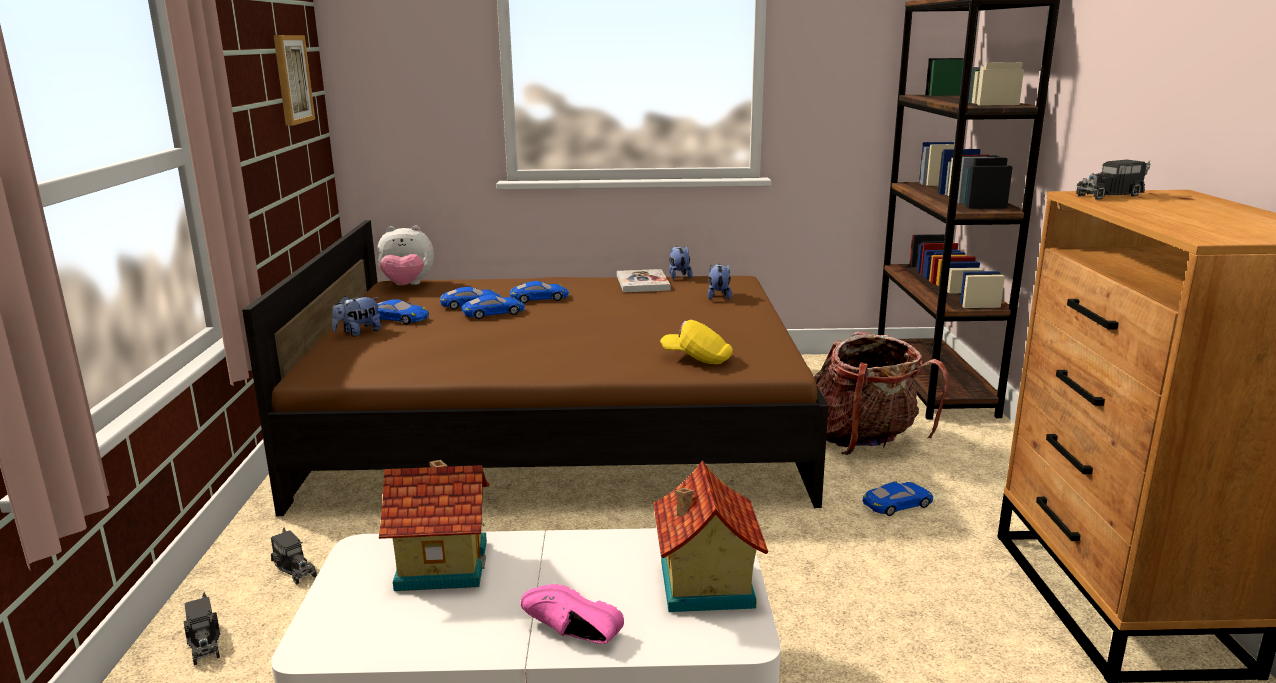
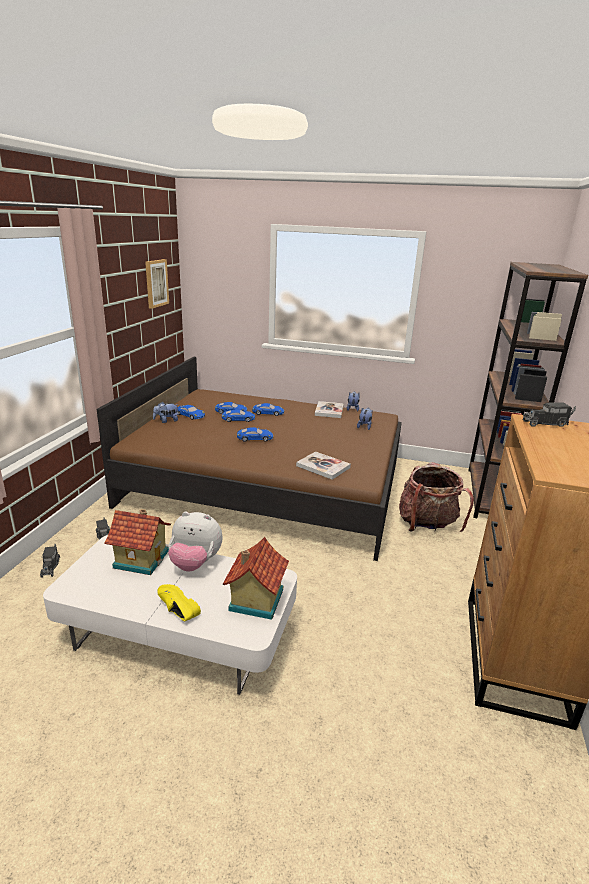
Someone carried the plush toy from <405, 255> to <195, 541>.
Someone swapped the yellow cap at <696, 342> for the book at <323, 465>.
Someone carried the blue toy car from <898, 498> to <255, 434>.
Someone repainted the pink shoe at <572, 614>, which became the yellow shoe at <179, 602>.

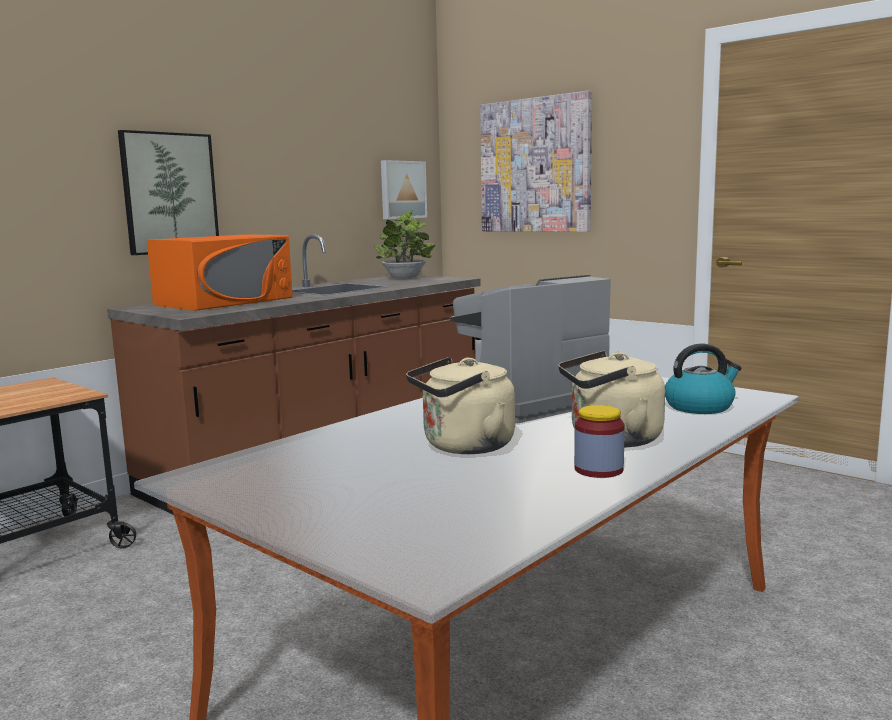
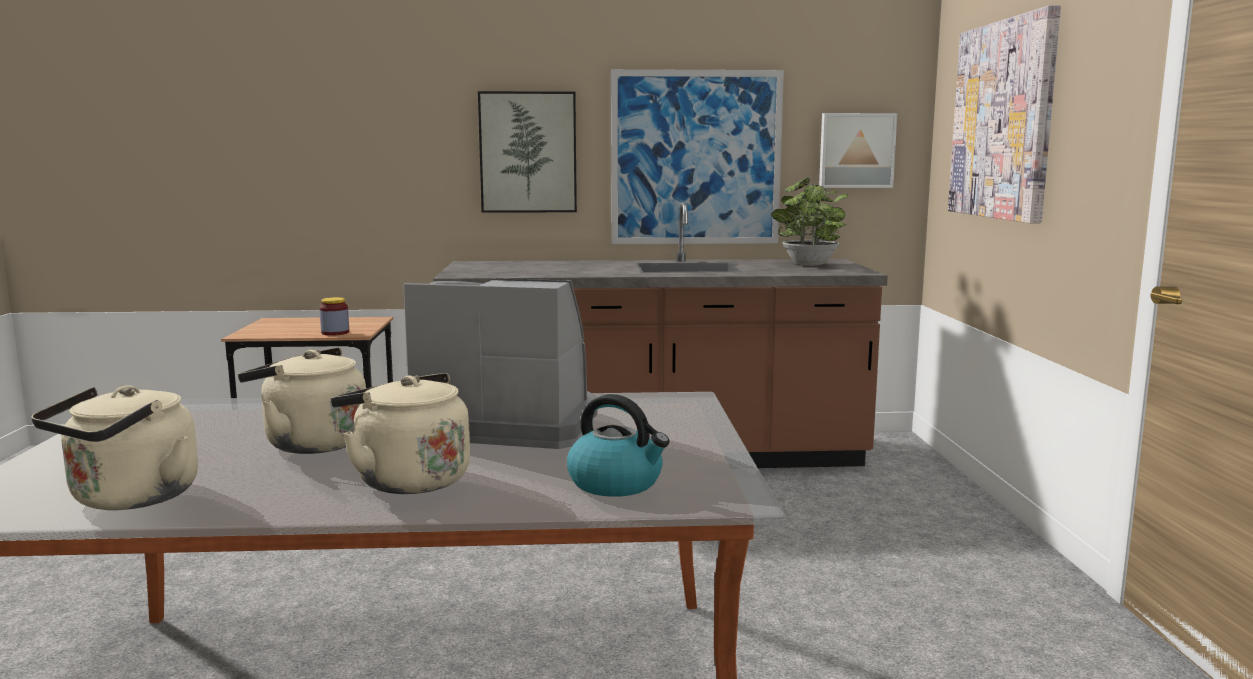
Someone took away the orange microwave at <220, 272>.
Someone carried the jar from <599, 441> to <334, 316>.
Someone put up the picture at <697, 156>.
Someone put down the beige kettle at <114, 447>.

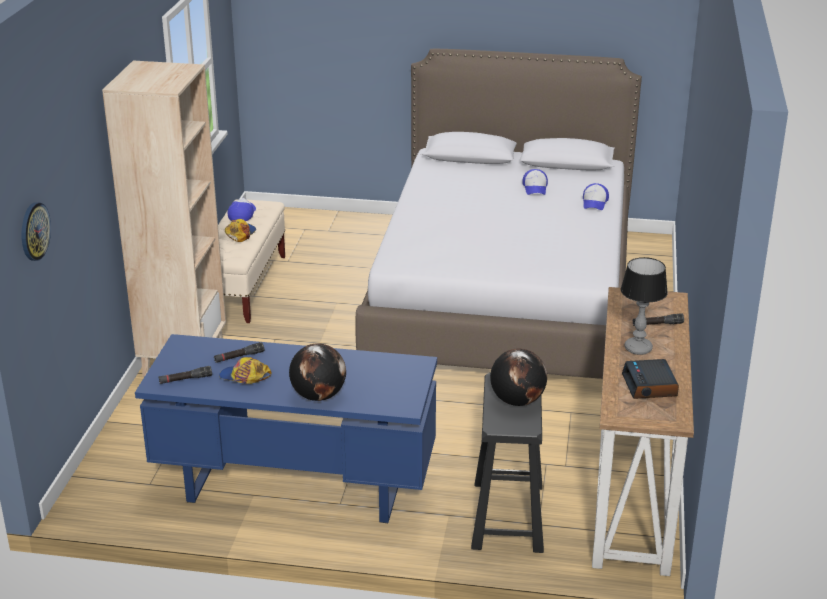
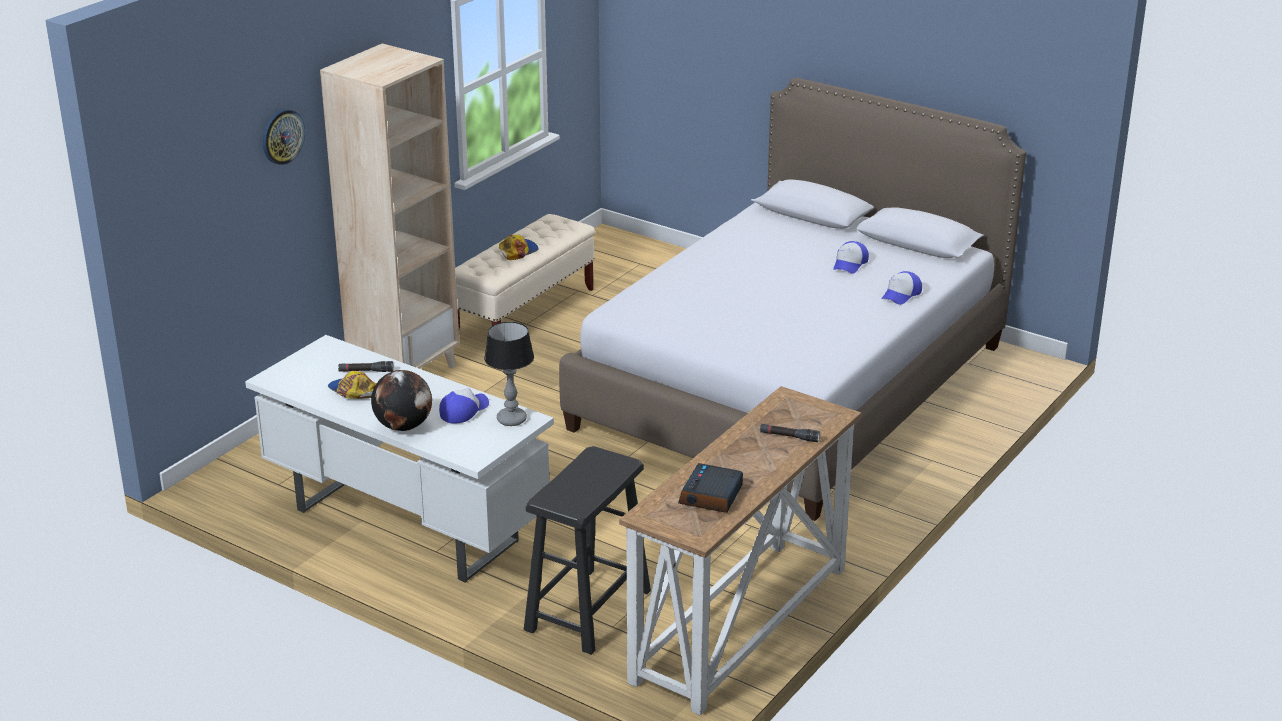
Someone carried the cap from <242, 209> to <464, 406>.
Someone carried the wall clock from <36, 231> to <284, 137>.
Someone carried the table lamp from <644, 306> to <509, 374>.
Someone repainted the blue desk at <286, 428>, which became the white desk at <399, 459>.
Someone took away the globe at <518, 377>.
Someone took away the black flashlight at <185, 375>.

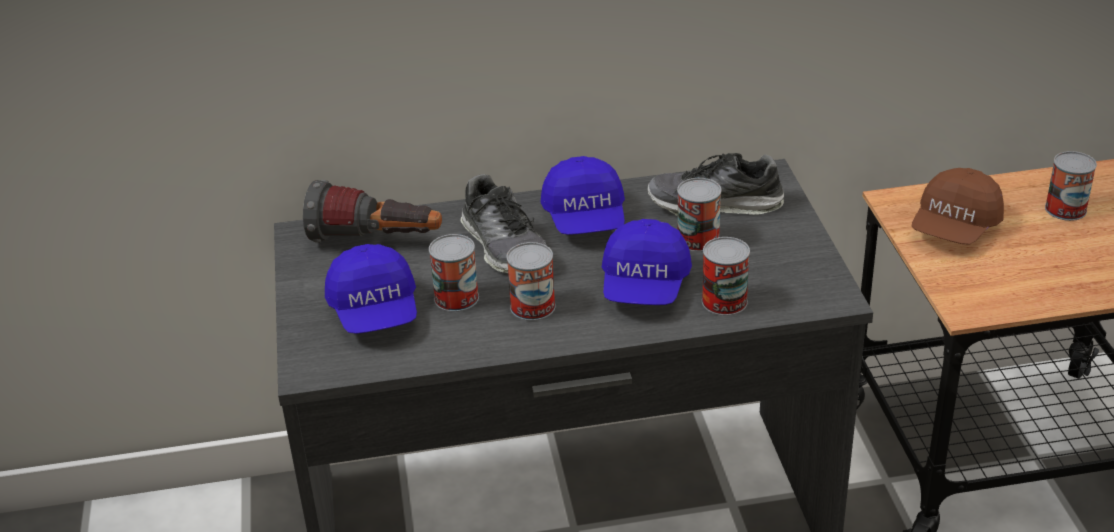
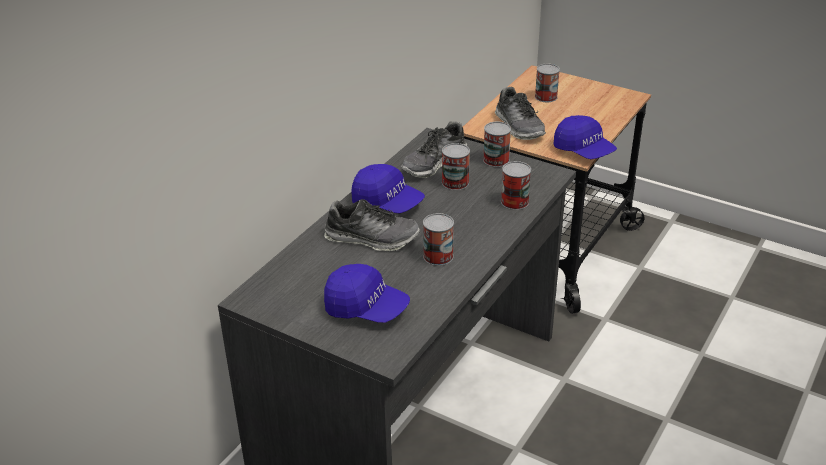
Someone swapped the brown cap at <958, 206> for the shoe at <520, 113>.
Someone took away the flashlight at <372, 211>.
Someone carried the blue cap from <647, 262> to <585, 137>.
Someone carried the can from <454, 273> to <497, 144>.

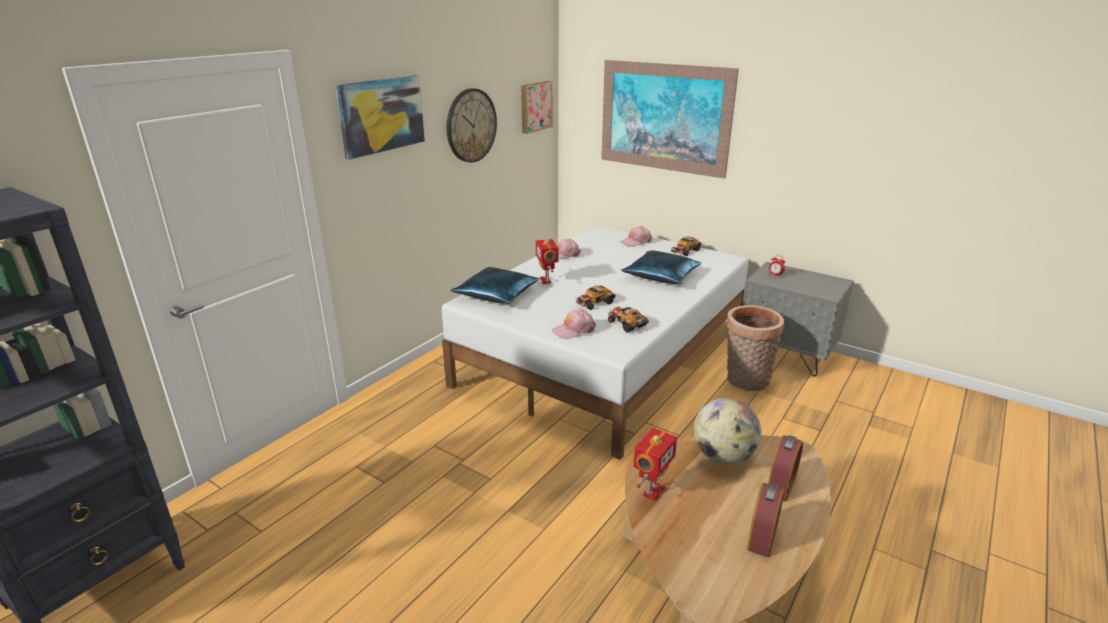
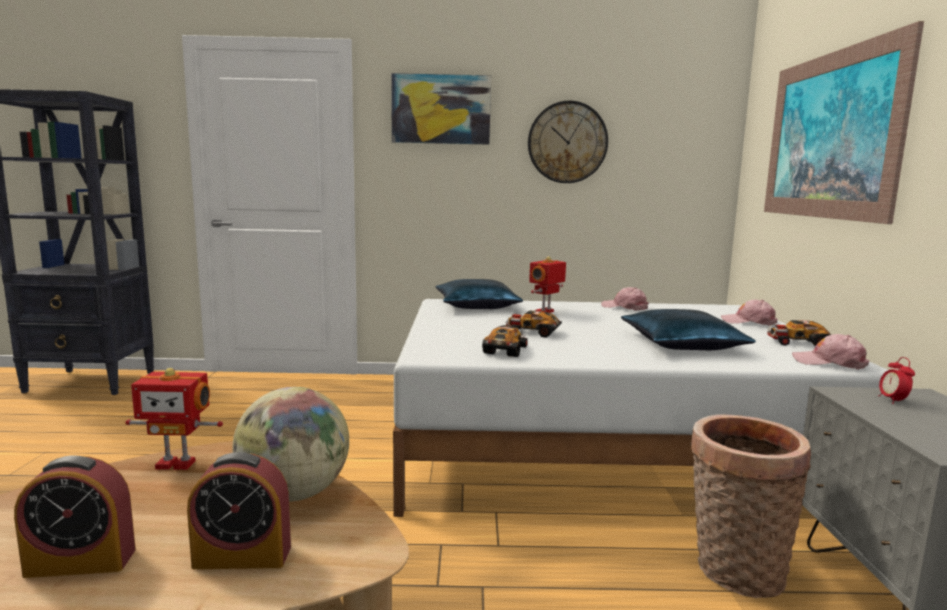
Someone took away the picture at <536, 107>.
Someone carried the pink cap from <574, 324> to <830, 352>.

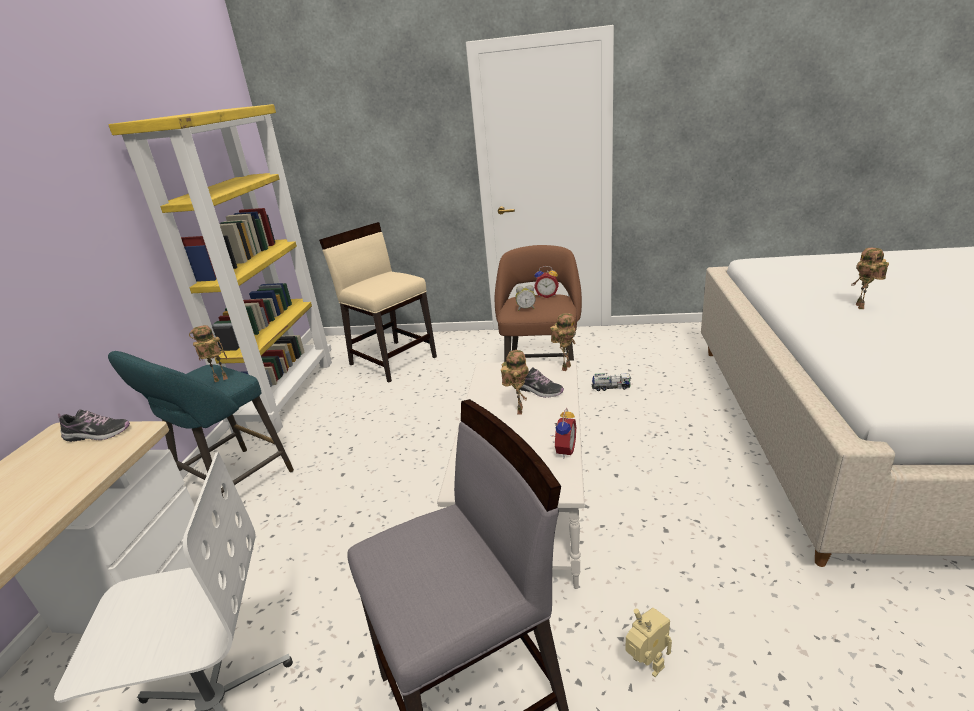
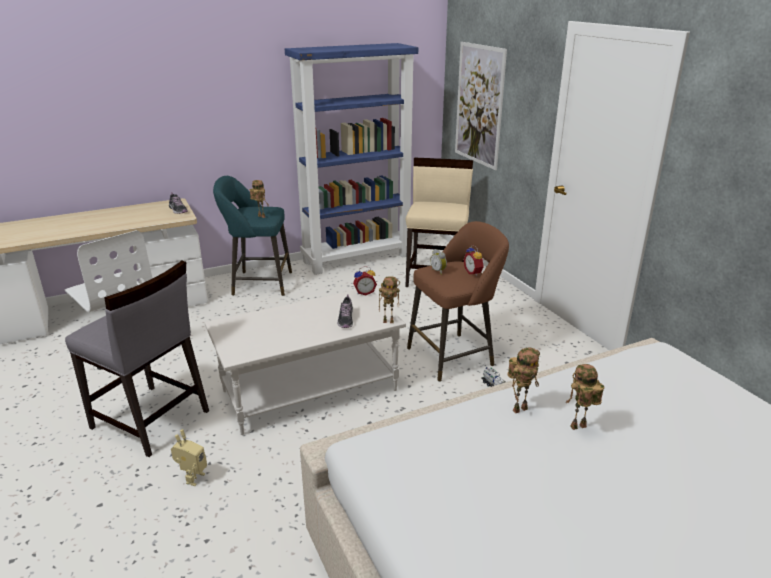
Someone repainted the yellow bookcase at <220, 269>, which became the blue bookcase at <351, 159>.
Someone carried the toy robot from <515, 382> to <524, 380>.
Someone carried the alarm clock from <564, 433> to <365, 280>.
Someone put up the picture at <481, 106>.

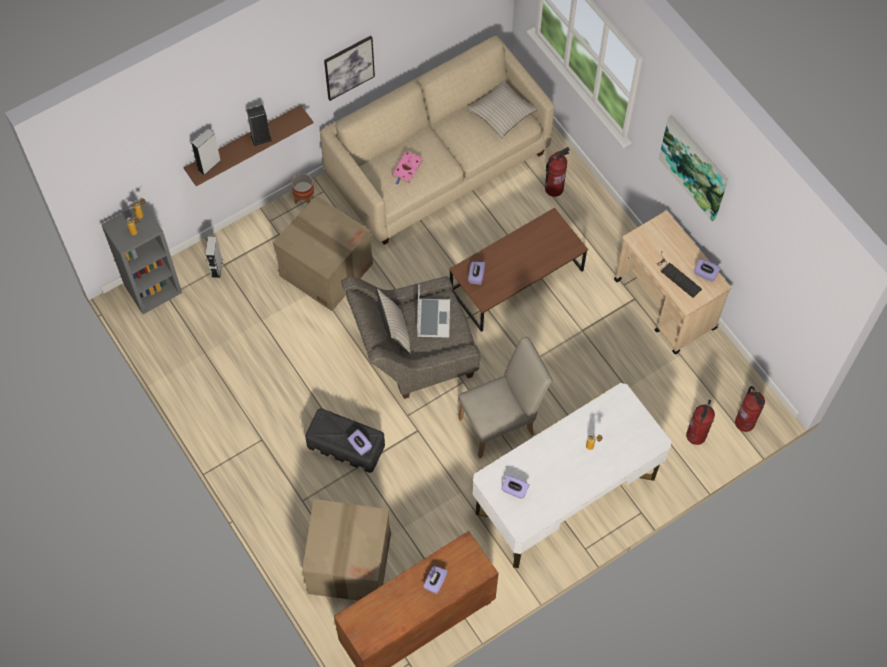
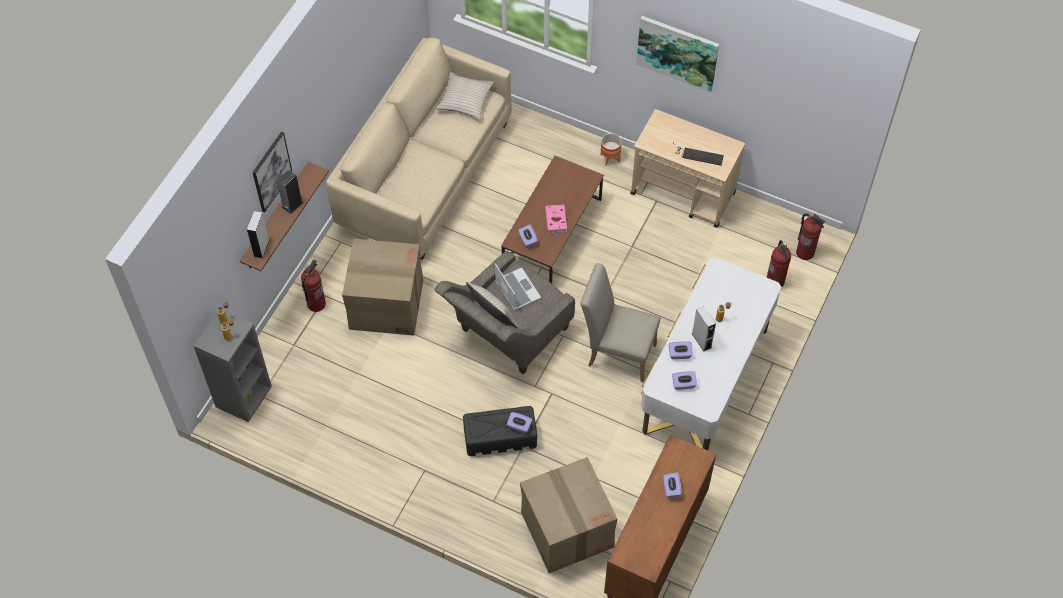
Someone carried the picture from <349, 68> to <272, 172>.
Someone carried the fire extinguisher from <557, 172> to <313, 286>.
Someone carried the pink book from <407, 167> to <556, 221>.
Someone carried the planter from <302, 188> to <611, 149>.
Someone carried the grey speaker from <214, 257> to <704, 329>.
Someone carried the purple tissue box from <707, 270> to <681, 350>.
Someone rotated the beige chair at <505, 397> by 105 degrees counterclockwise.

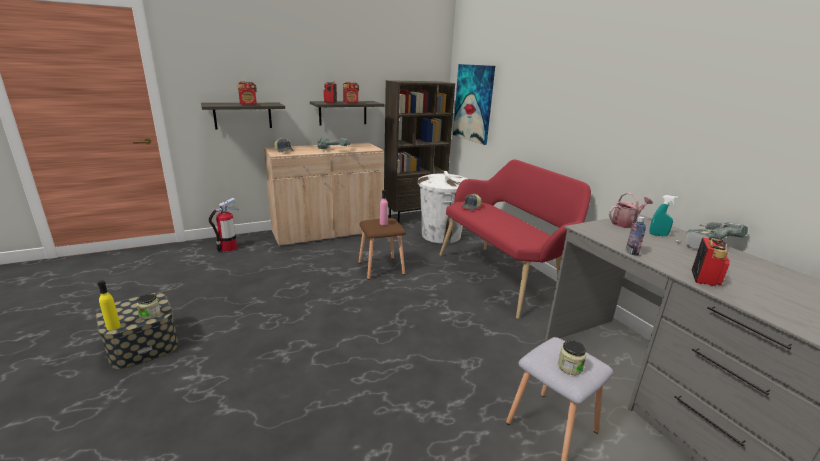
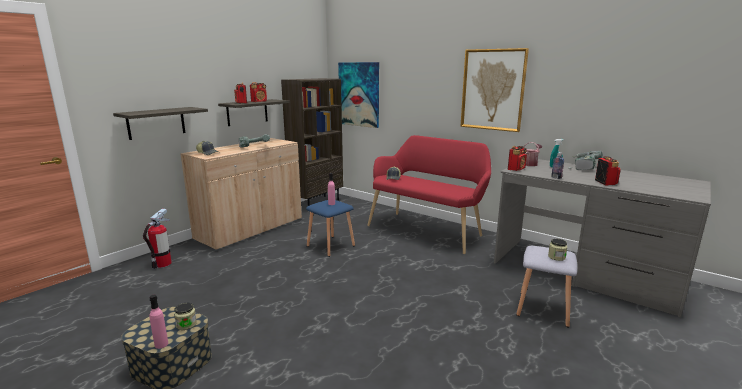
Someone carried the radio from <247, 93> to <517, 158>.
Someone took away the white trash can at <442, 207>.
Someone repainted the brown stool at <382, 249>, which became the blue stool at <330, 228>.
Someone repainted the yellow bottle at <109, 305>, which became the pink bottle at <158, 322>.
Someone put up the picture at <494, 90>.

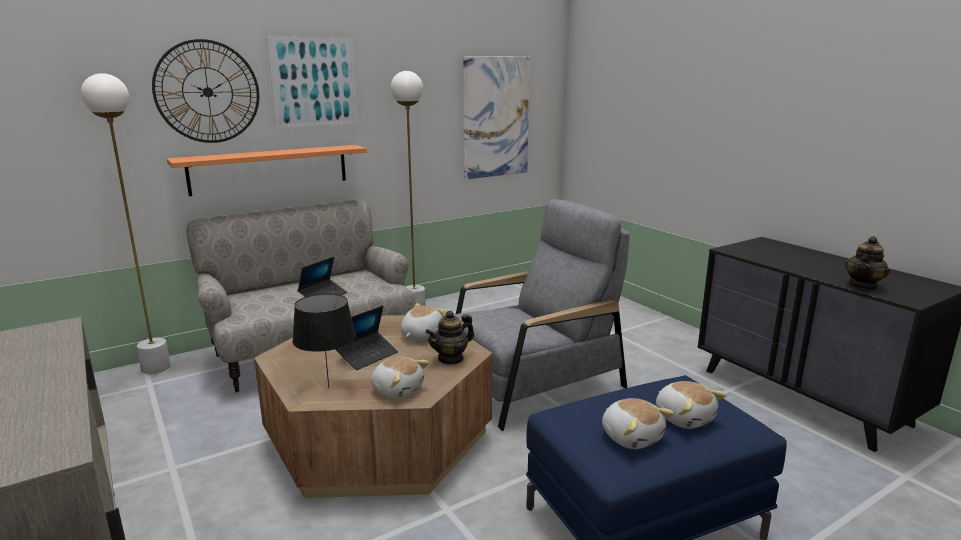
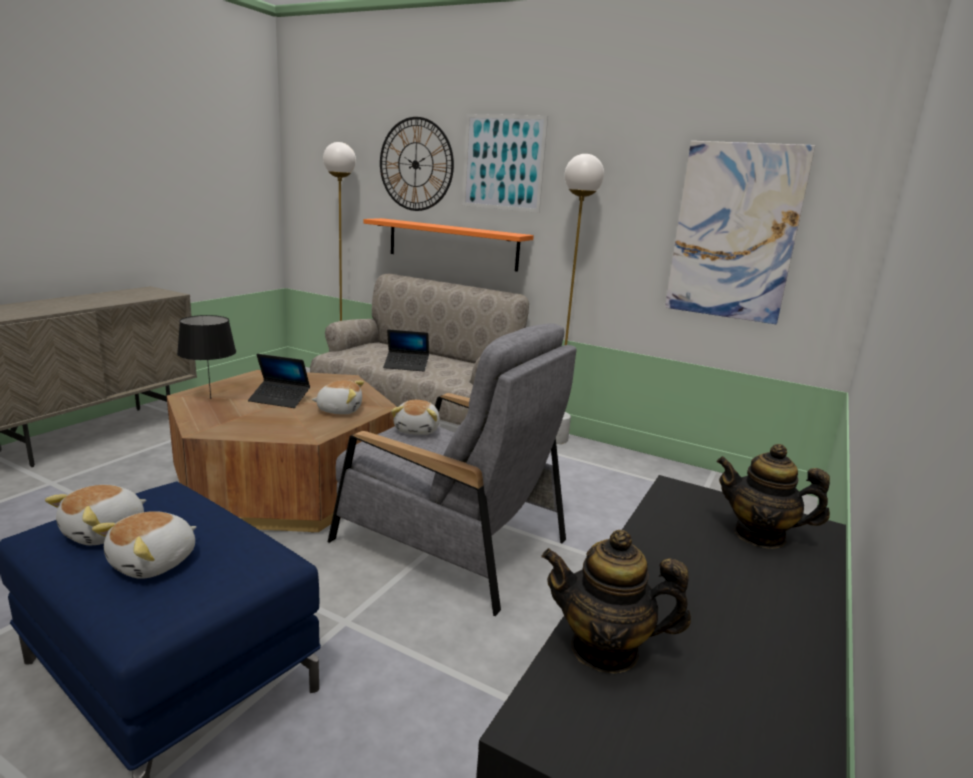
Someone carried the teapot from <449, 337> to <773, 496>.
Someone carried the plush toy from <400, 378> to <415, 417>.

